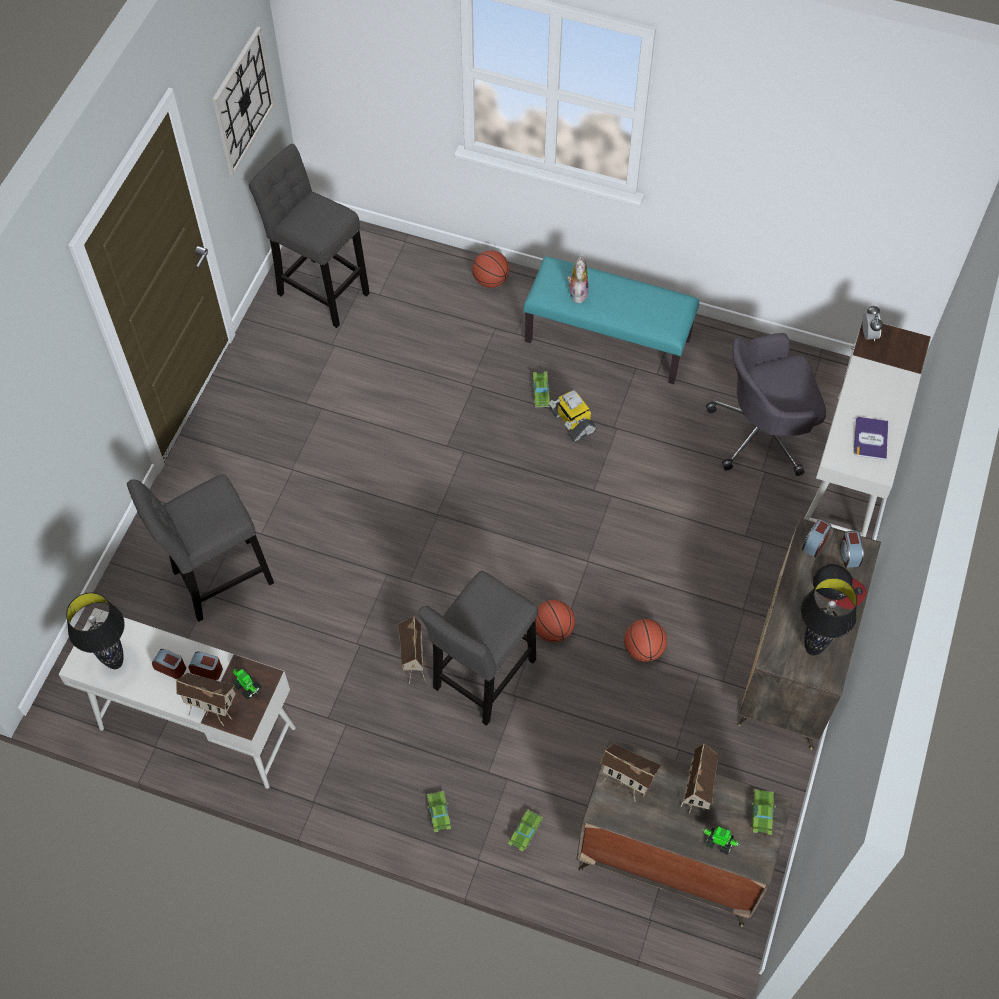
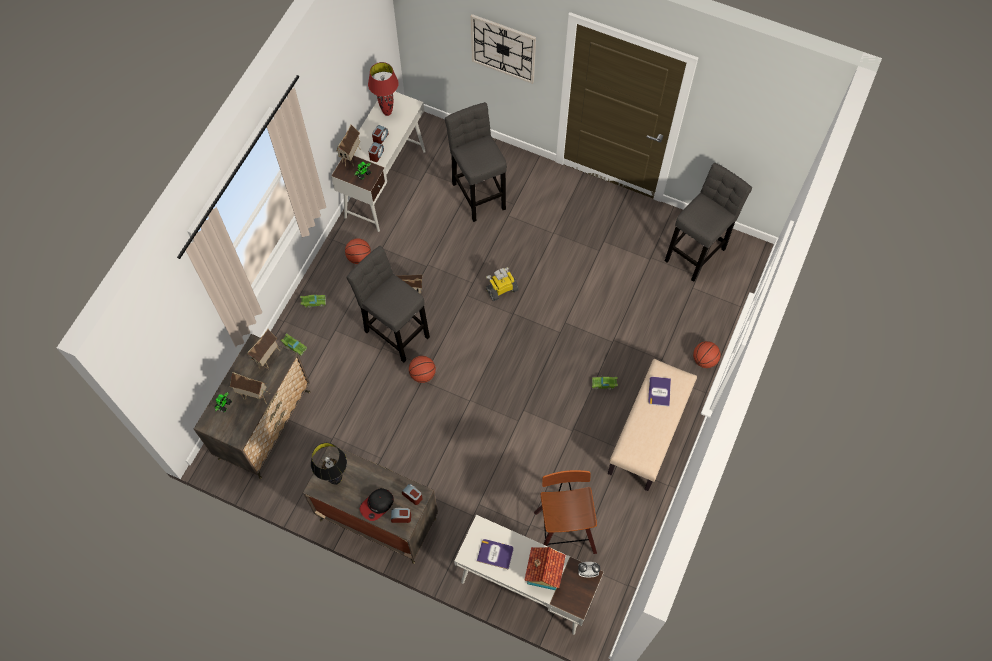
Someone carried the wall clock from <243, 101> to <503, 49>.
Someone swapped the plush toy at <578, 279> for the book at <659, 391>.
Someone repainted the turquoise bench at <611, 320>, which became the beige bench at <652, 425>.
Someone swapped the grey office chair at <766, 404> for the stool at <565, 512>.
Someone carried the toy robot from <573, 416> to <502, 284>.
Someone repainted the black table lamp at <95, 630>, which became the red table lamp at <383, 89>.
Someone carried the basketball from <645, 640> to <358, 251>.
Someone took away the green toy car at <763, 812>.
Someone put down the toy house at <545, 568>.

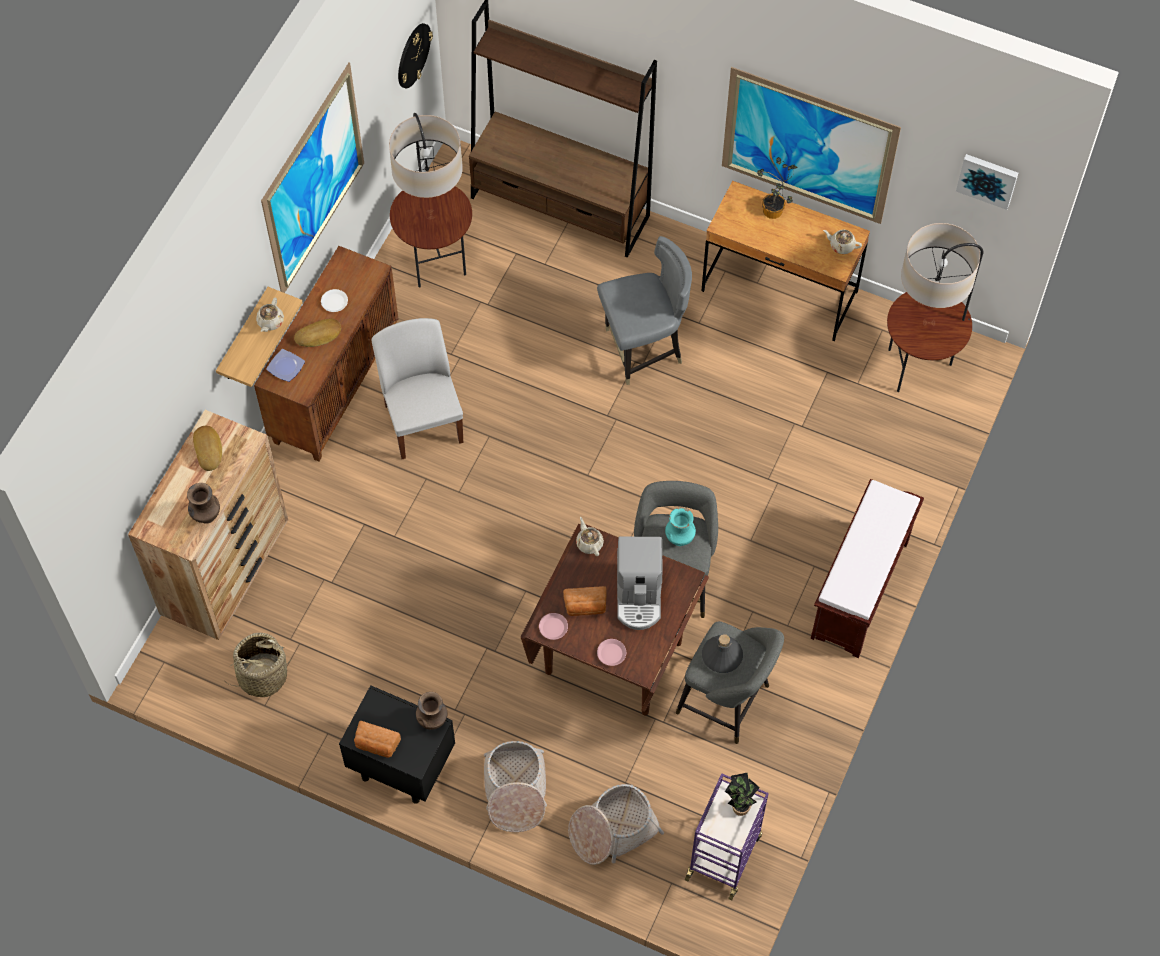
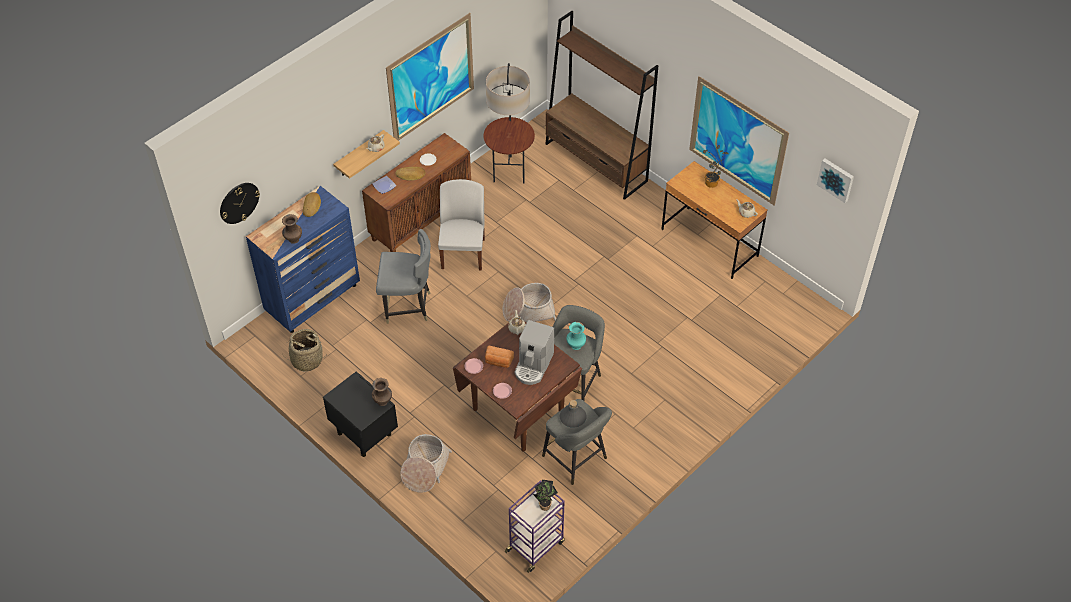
Someone carried the wall clock from <415, 56> to <240, 203>.
Someone took away the floor lamp at <935, 307>.
Someone carried the grey chair from <644, 310> to <403, 276>.
Someone repainted the brown dresser at <208, 525>, which became the blue dresser at <303, 259>.
Someone took away the brown bench at <867, 568>.
Someone took away the bread at <377, 739>.
Someone carried the basket from <616, 824> to <529, 303>.

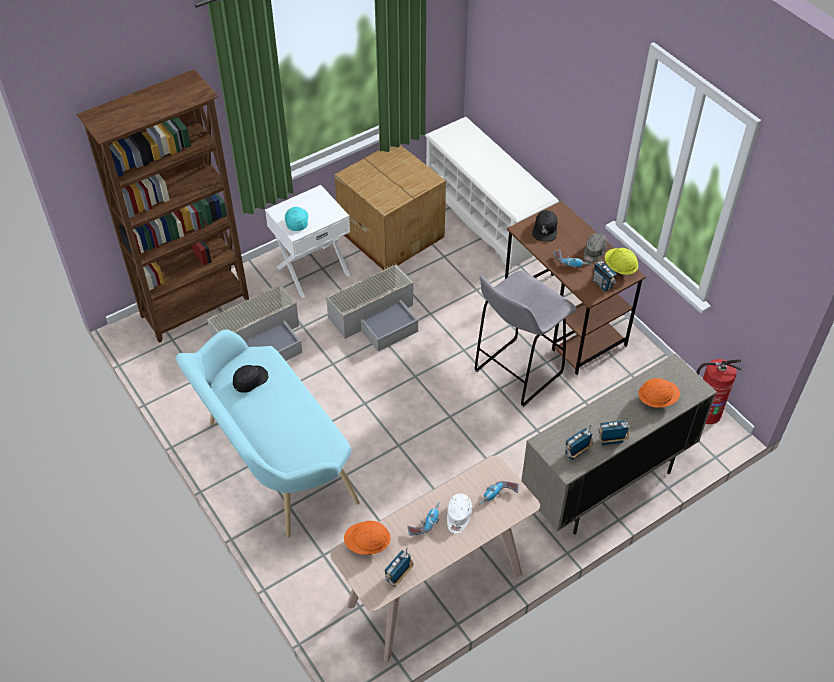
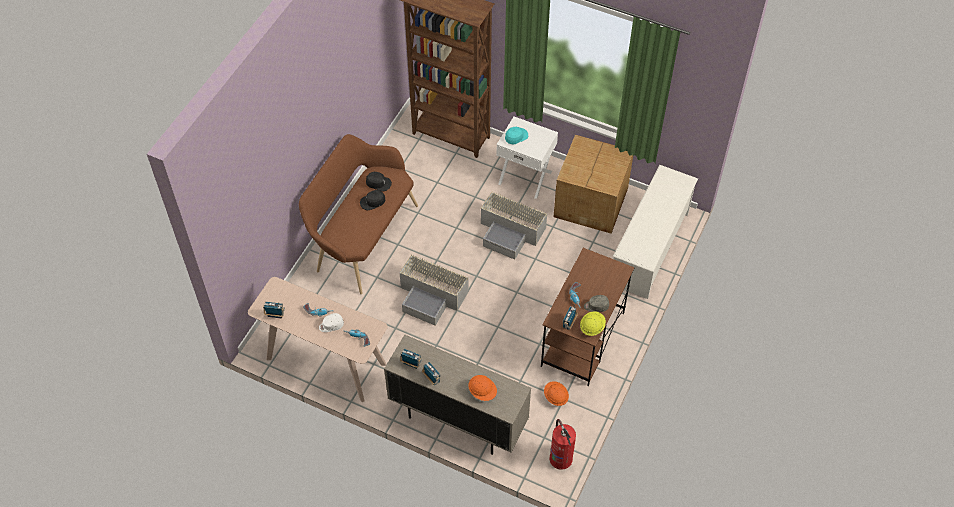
Someone carried the black cap from <544, 226> to <372, 200>.
Someone took away the grey stool at <525, 339>.
Someone carried the grey storage box from <255, 322> to <434, 290>.
Someone repainted the turquoise bench at <268, 434>, which became the brown bench at <358, 214>.
Someone carried the orange hard hat from <367, 538> to <556, 393>.

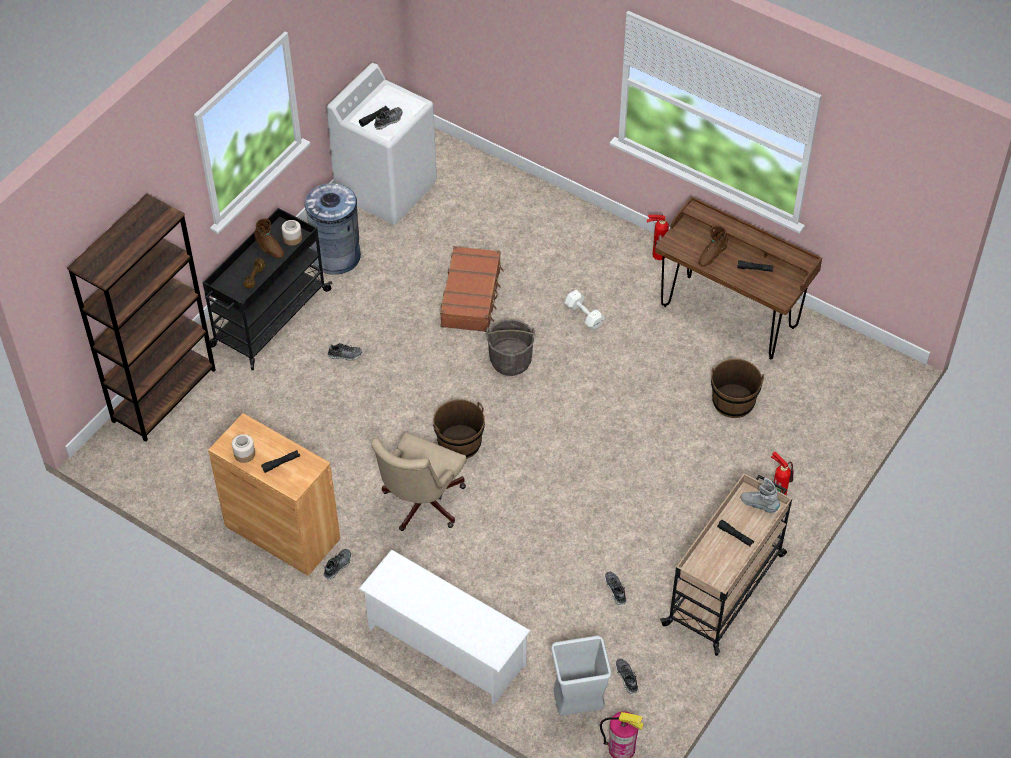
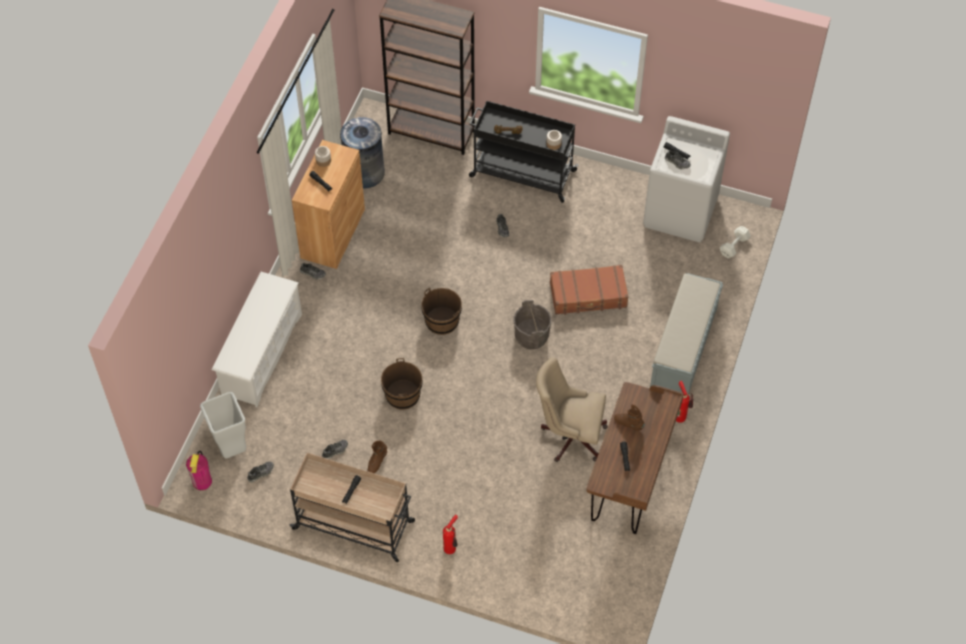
Someone carried the grey trash can from <333, 229> to <362, 153>.
Someone carried the brown boot from <269, 238> to <377, 456>.
Someone carried the white dumbbell from <584, 310> to <735, 242>.
Someone carried the brown bucket from <737, 388> to <402, 384>.
Someone carried the beige office chair from <419, 481> to <572, 409>.
Someone took away the grey boot at <760, 495>.
Someone put down the grey bench at <686, 334>.

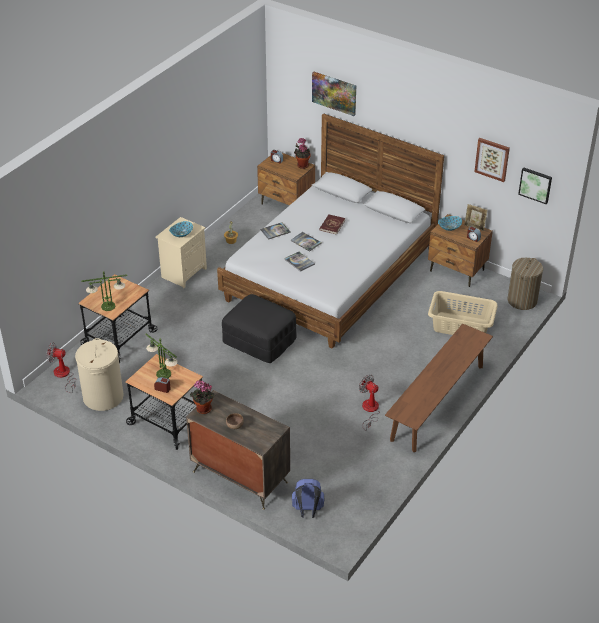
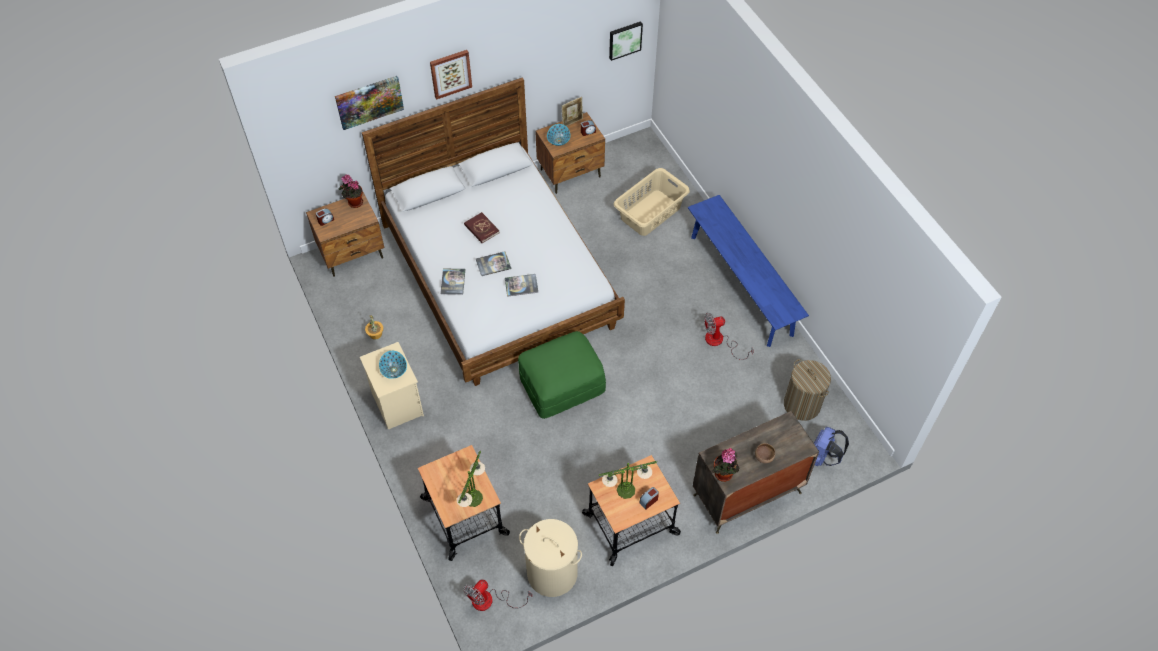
Someone carried the picture from <492, 160> to <451, 75>.
Someone carried the laundry basket from <525, 284> to <807, 390>.
Someone repainted the black ottoman at <259, 328>, which became the green ottoman at <562, 375>.
Someone repainted the brown bench at <439, 388>, which became the blue bench at <748, 271>.

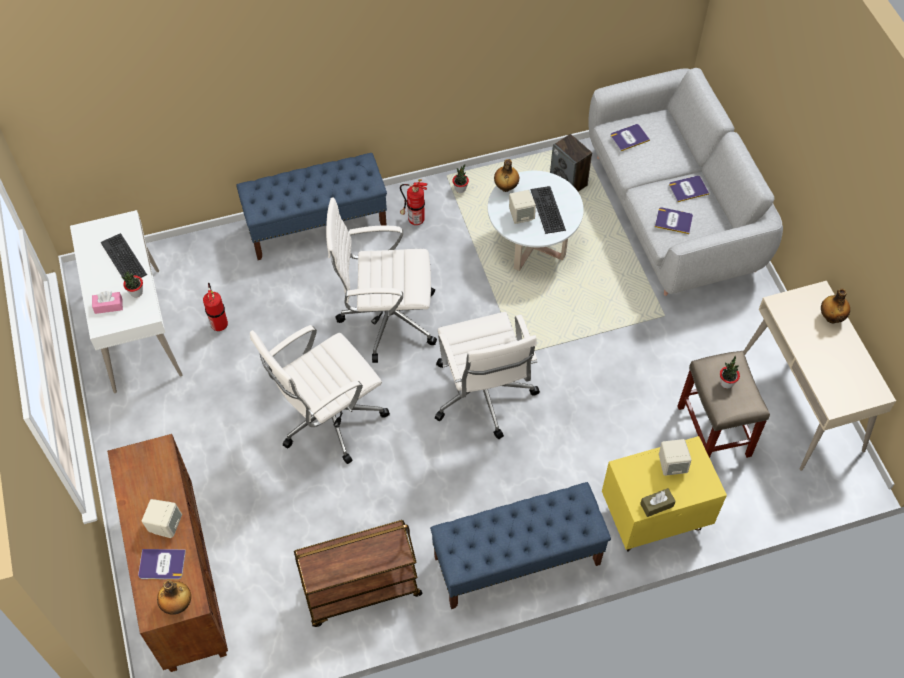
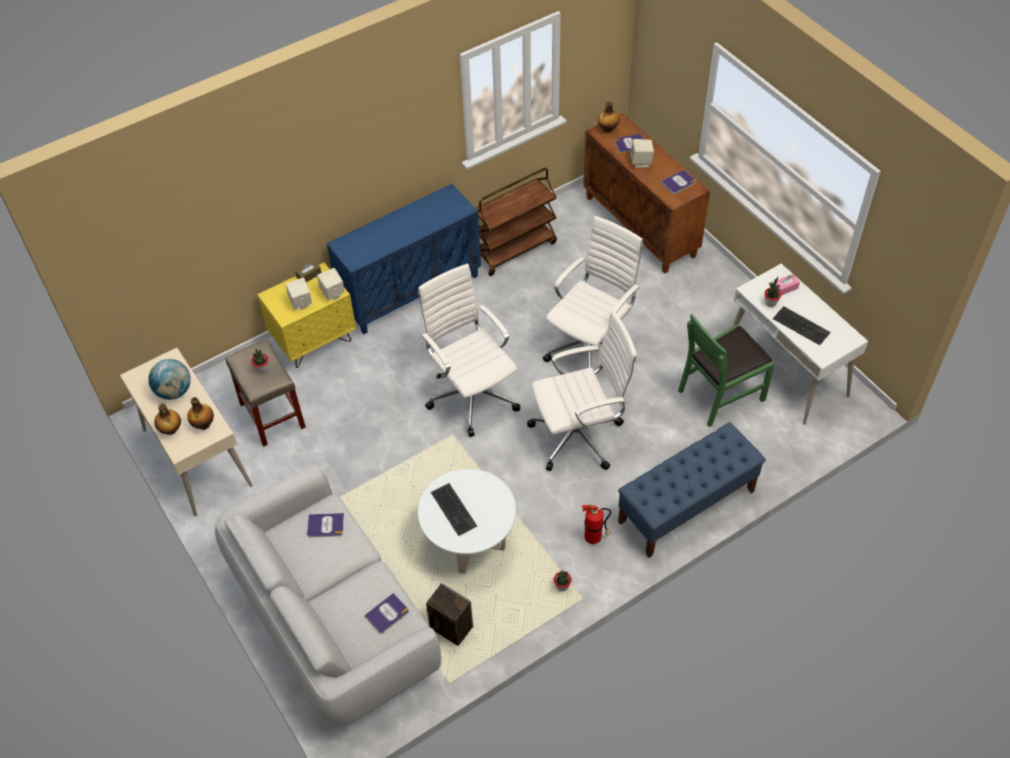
Someone carried the bottle from <506, 175> to <200, 413>.
Someone carried the book from <689, 189> to <678, 181>.
Someone carried the beige speaker from <522, 207> to <330, 284>.
Someone swapped the fire extinguisher at <215, 307> for the green chair at <726, 370>.
Someone swapped the blue bench at <520, 545> for the blue cabinet at <404, 259>.
Someone put down the globe at <169, 379>.

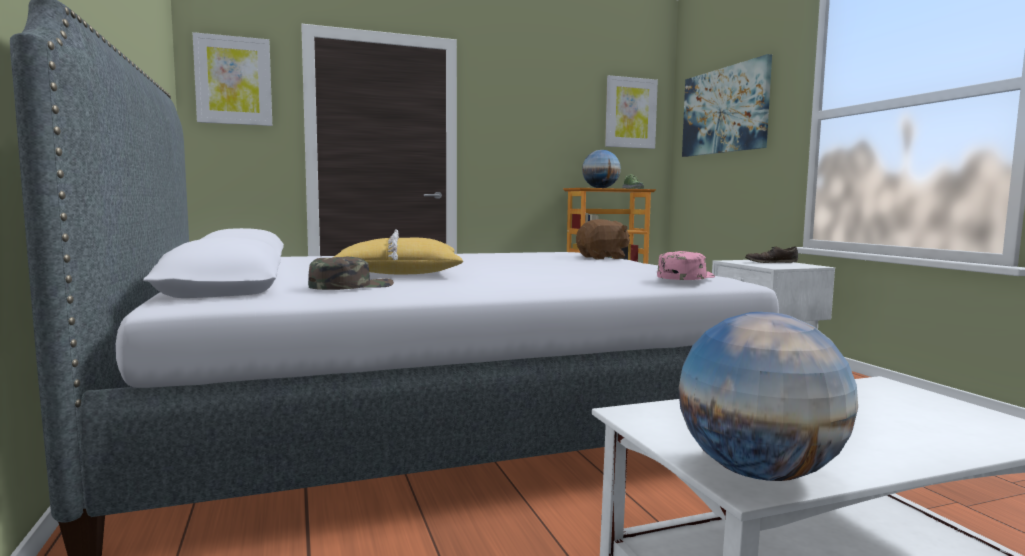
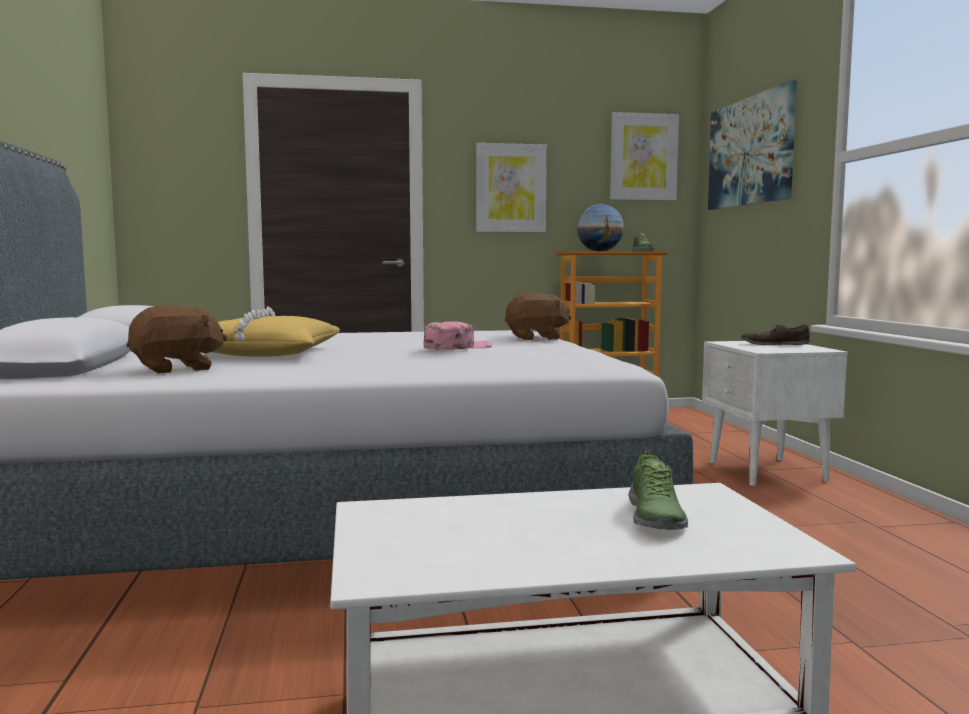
Someone carried the picture from <232, 79> to <511, 187>.
Someone carried the pink cap from <686, 265> to <458, 335>.
Someone swapped the green cap at <351, 273> for the brown plush toy at <176, 339>.
Someone took away the globe at <768, 396>.
Someone put down the shoe at <658, 490>.

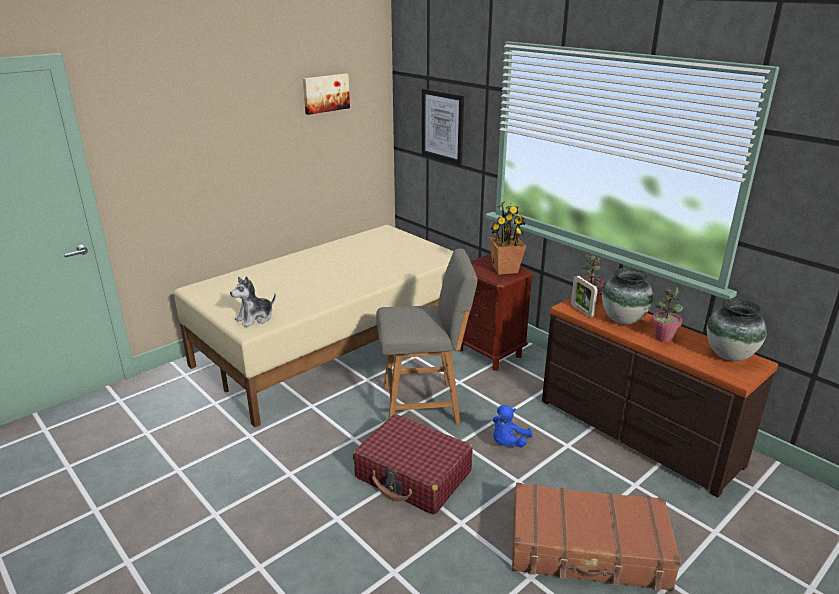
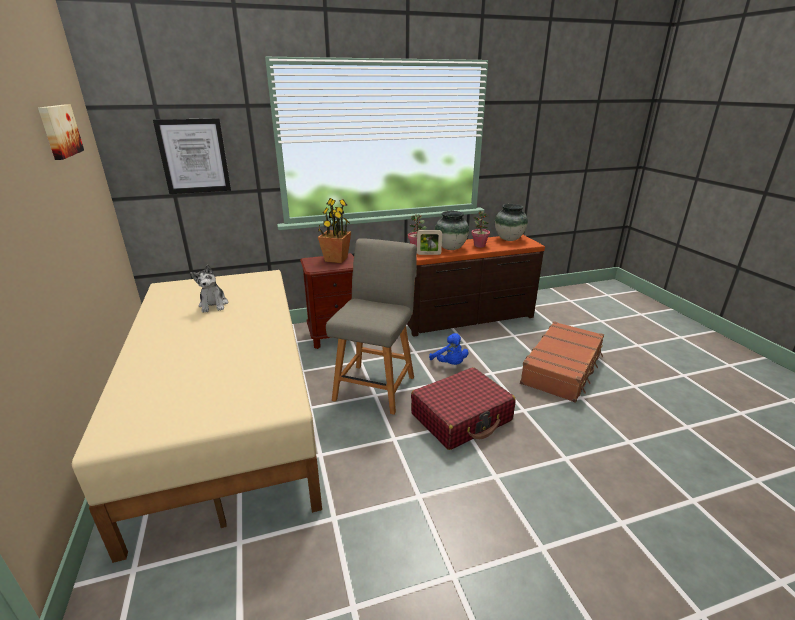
Someone carried the plush toy from <253, 302> to <209, 289>.

